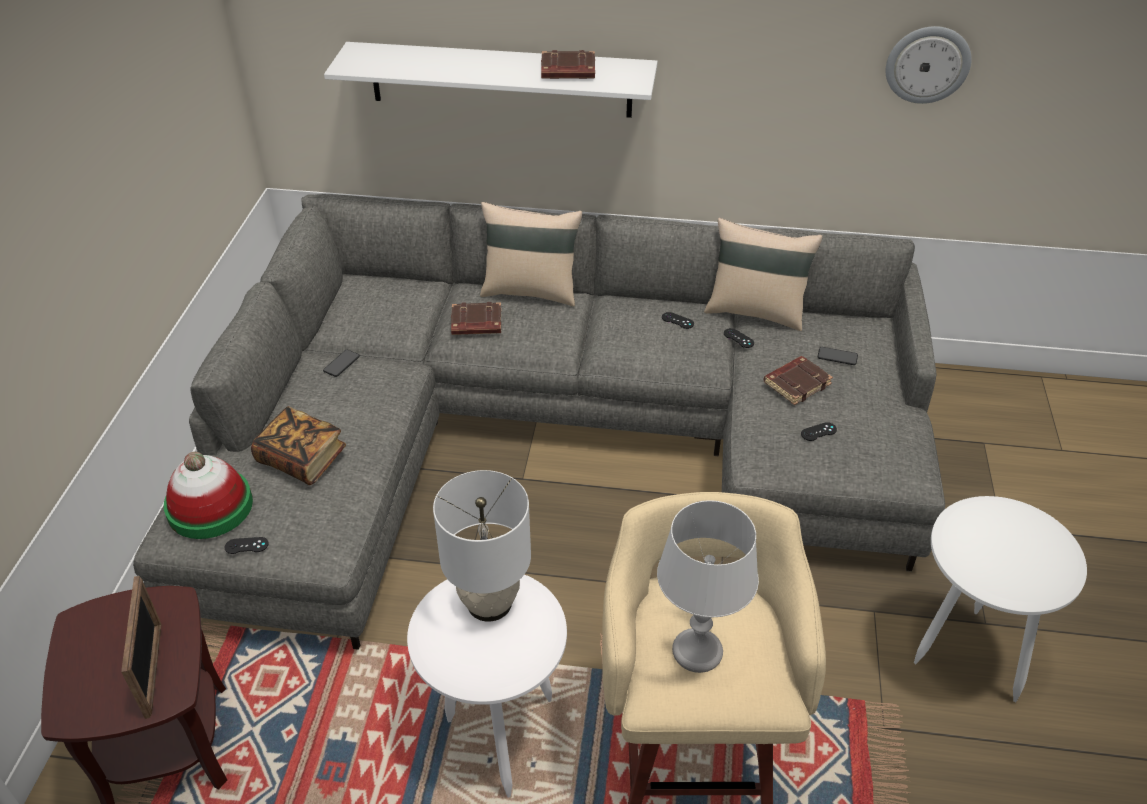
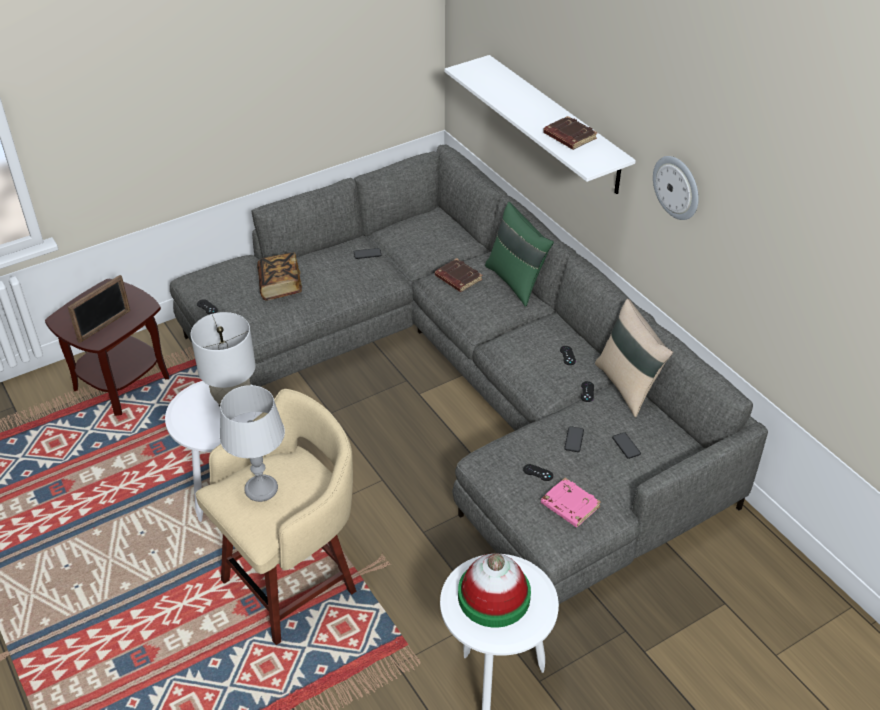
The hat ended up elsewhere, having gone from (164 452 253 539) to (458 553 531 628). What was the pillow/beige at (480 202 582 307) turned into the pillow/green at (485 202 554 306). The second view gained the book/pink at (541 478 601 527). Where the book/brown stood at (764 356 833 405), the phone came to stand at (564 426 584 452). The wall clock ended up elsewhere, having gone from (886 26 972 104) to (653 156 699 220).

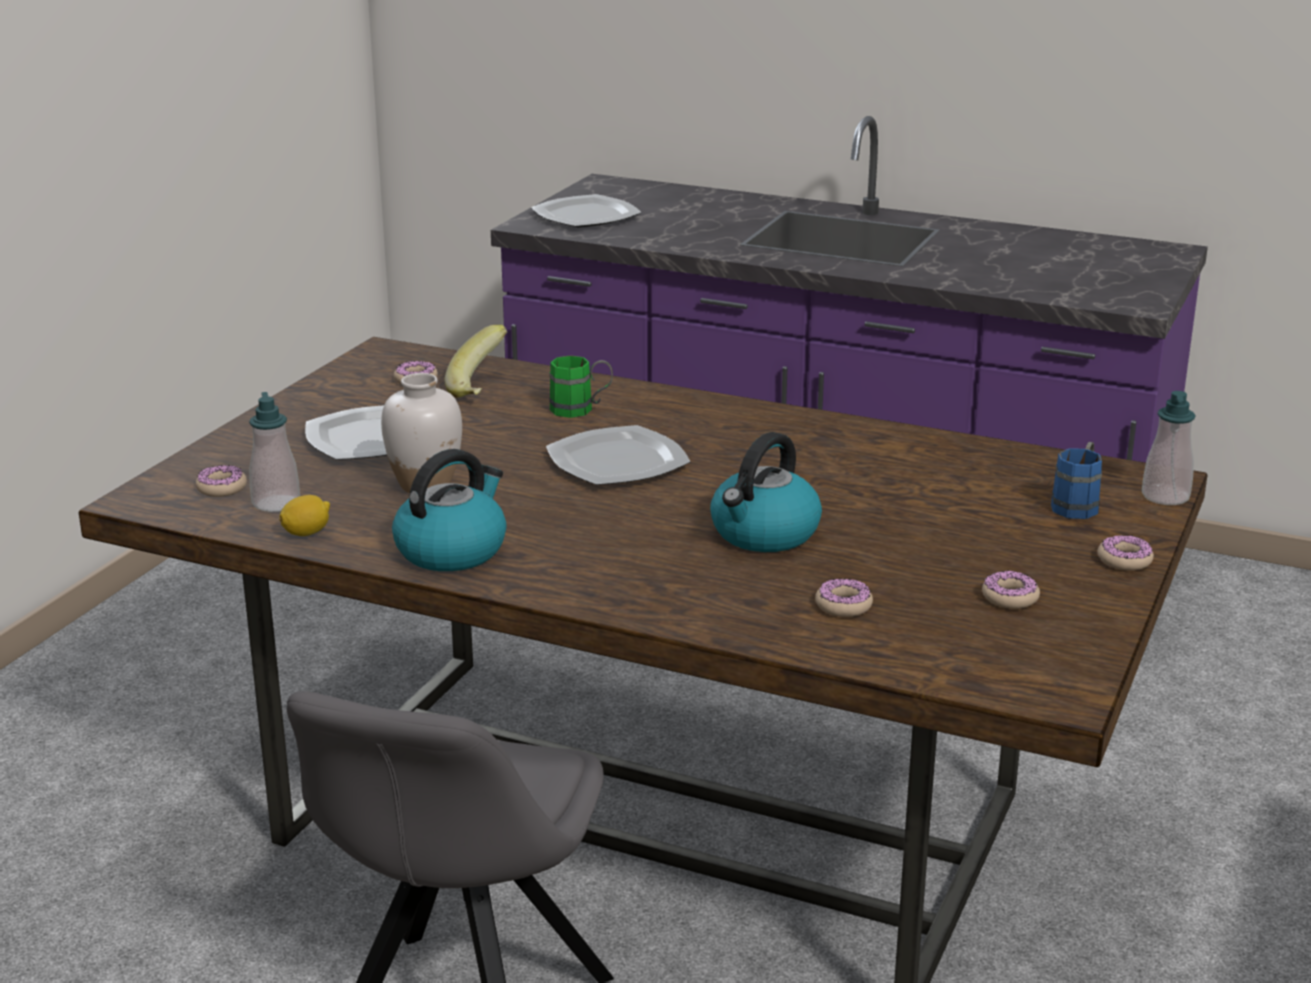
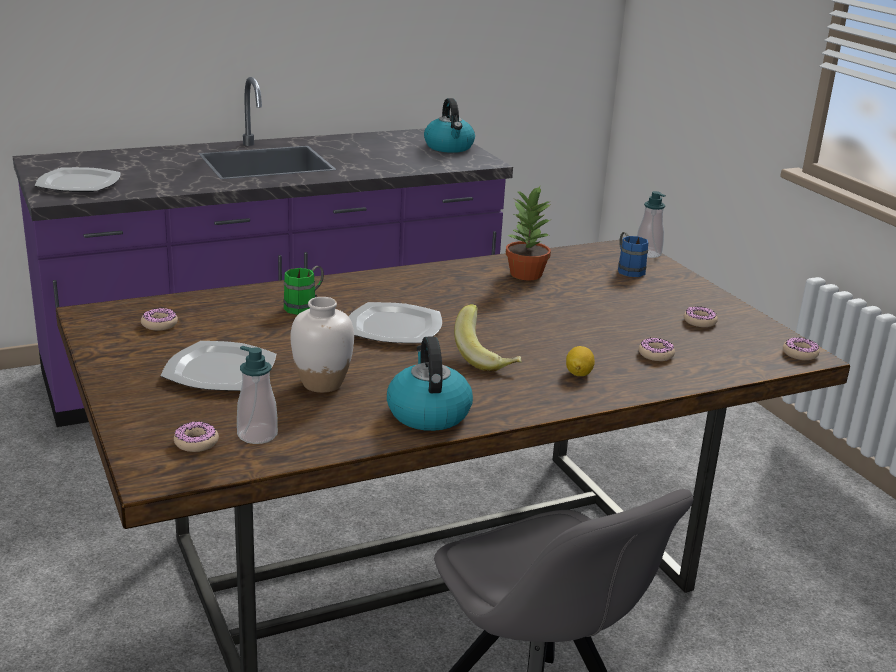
The kettle ended up elsewhere, having gone from (710 432 822 552) to (424 98 475 153). The banana ended up elsewhere, having gone from (444 325 507 398) to (454 304 522 371). The second view gained the potted plant at (506 186 551 280). The lemon ended up elsewhere, having gone from (279 495 330 536) to (566 346 595 376). The donut ended up elsewhere, having gone from (1097 535 1154 571) to (783 337 819 360).

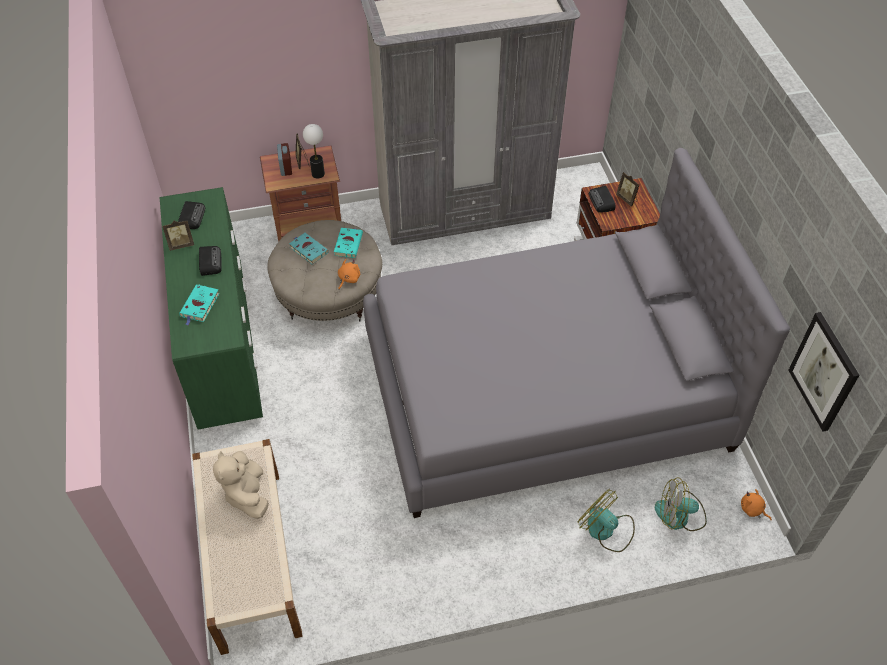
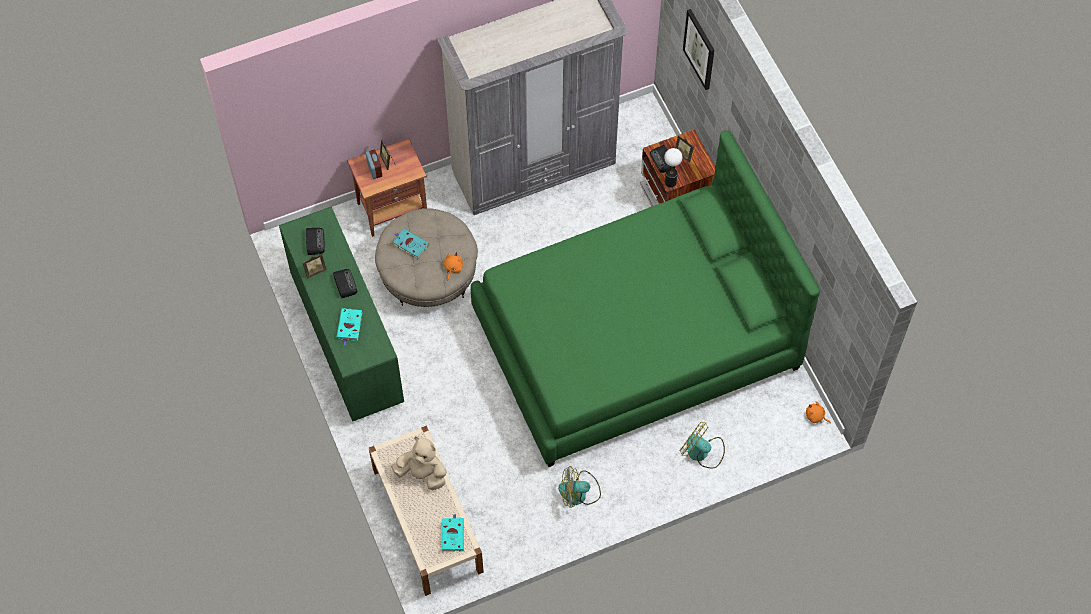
The plush toy/beige at (213 451 269 519) ended up facing another way, 135 degrees clockwise from before. The book/turquoise ended up elsewhere, having gone from (334 228 363 258) to (441 514 464 552). What was the bed/grey at (363 148 790 518) turned into the bed/green at (471 131 820 467). The fan ended up elsewhere, having gone from (655 477 707 531) to (559 466 601 508). The table lamp ended up elsewhere, having gone from (303 124 325 178) to (664 148 682 187). The picture ended up elsewhere, having gone from (788 312 859 432) to (683 9 714 90).

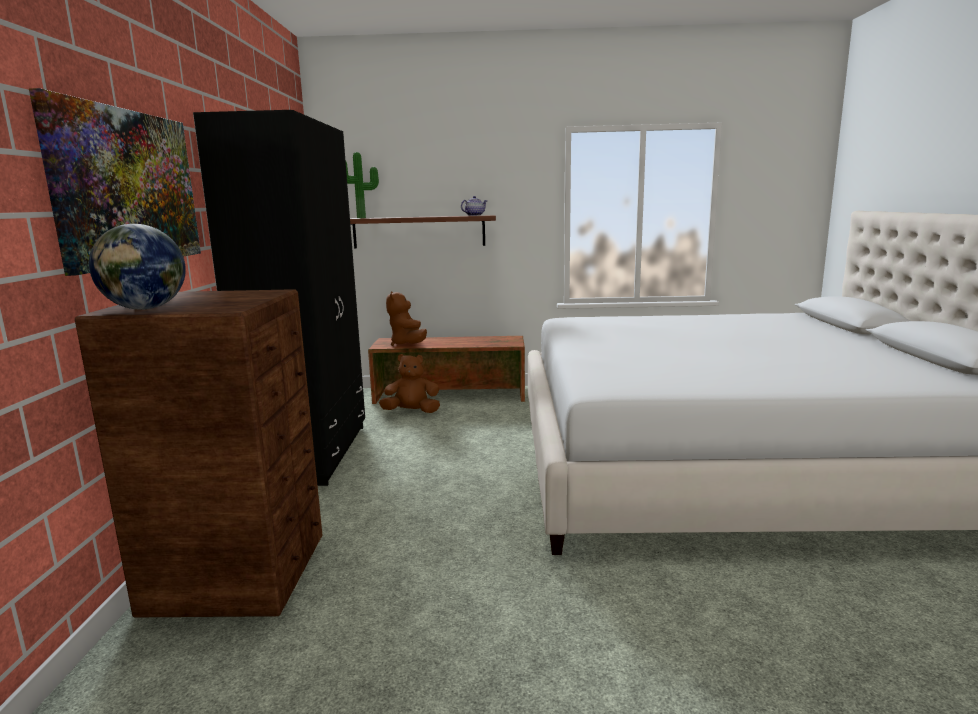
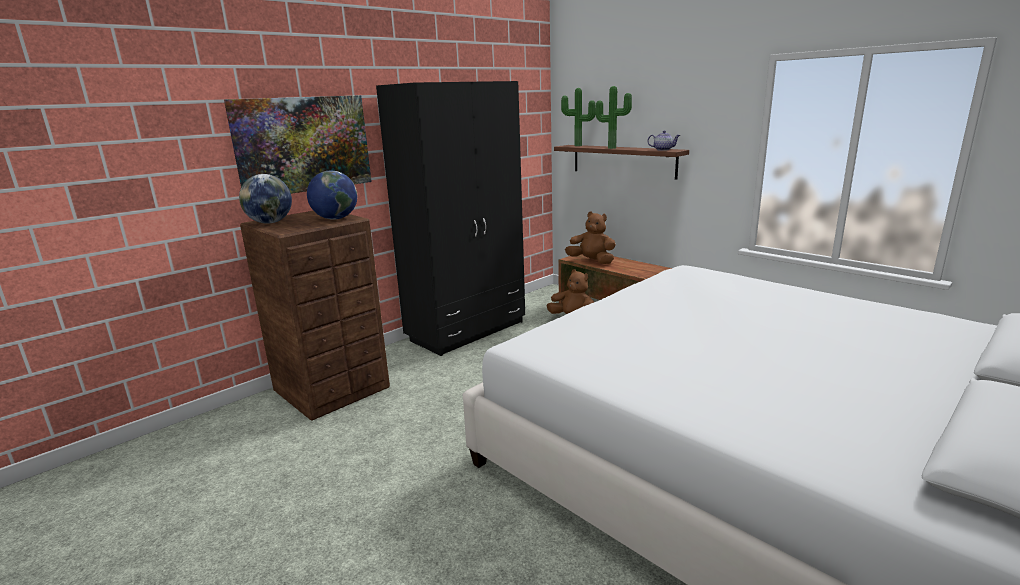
The second view gained the globe at (307 171 357 220). The plush toy/brown at (386 291 427 346) ended up facing another way, 90 degrees clockwise from before. The second view gained the potted plant at (596 86 632 149).

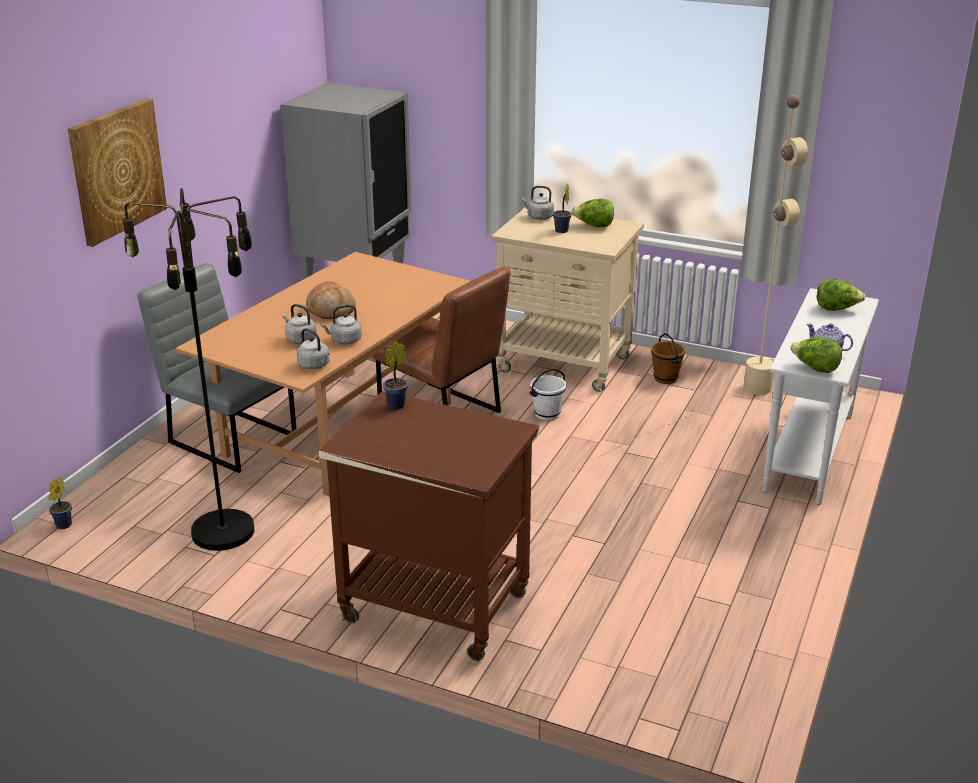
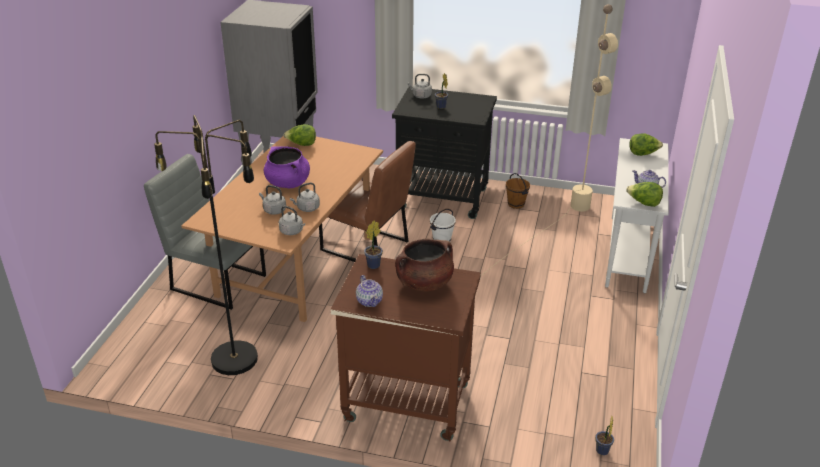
Where the bread stood at (306 281 356 319), the cooking pot/purple came to stand at (264 146 310 188). The lettuce ended up elsewhere, having gone from (571 199 614 227) to (284 124 316 146). The second view gained the teapot at (356 275 383 307). What was the cart/beige at (491 207 644 392) turned into the cart/black at (392 87 497 219). The second view gained the cooking pot/brown at (395 239 454 292). The potted plant ended up elsewhere, having gone from (48 477 72 529) to (595 416 614 455). The second view lost the picture at (68 98 167 247).

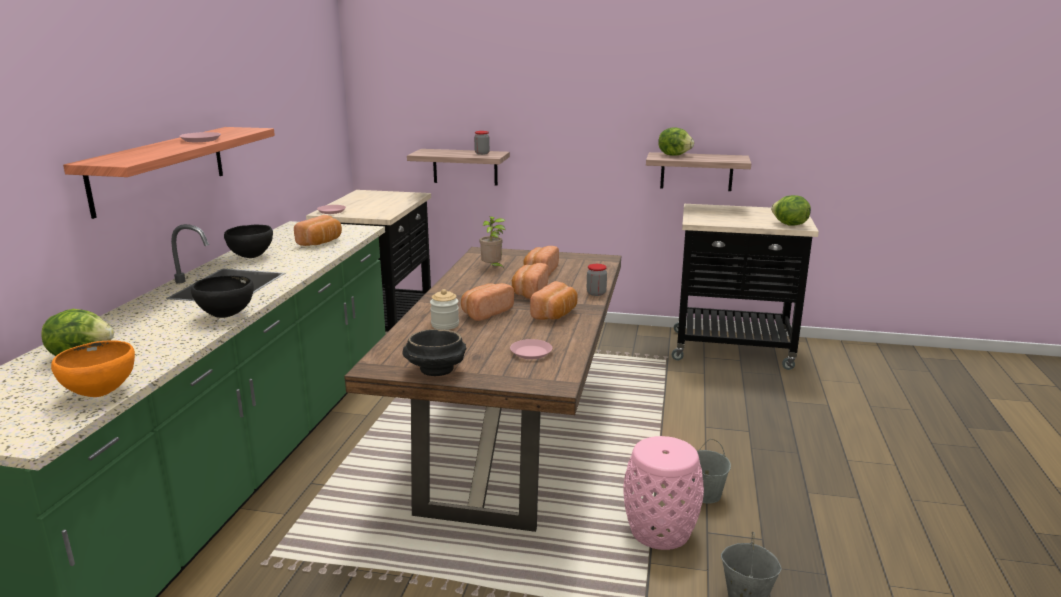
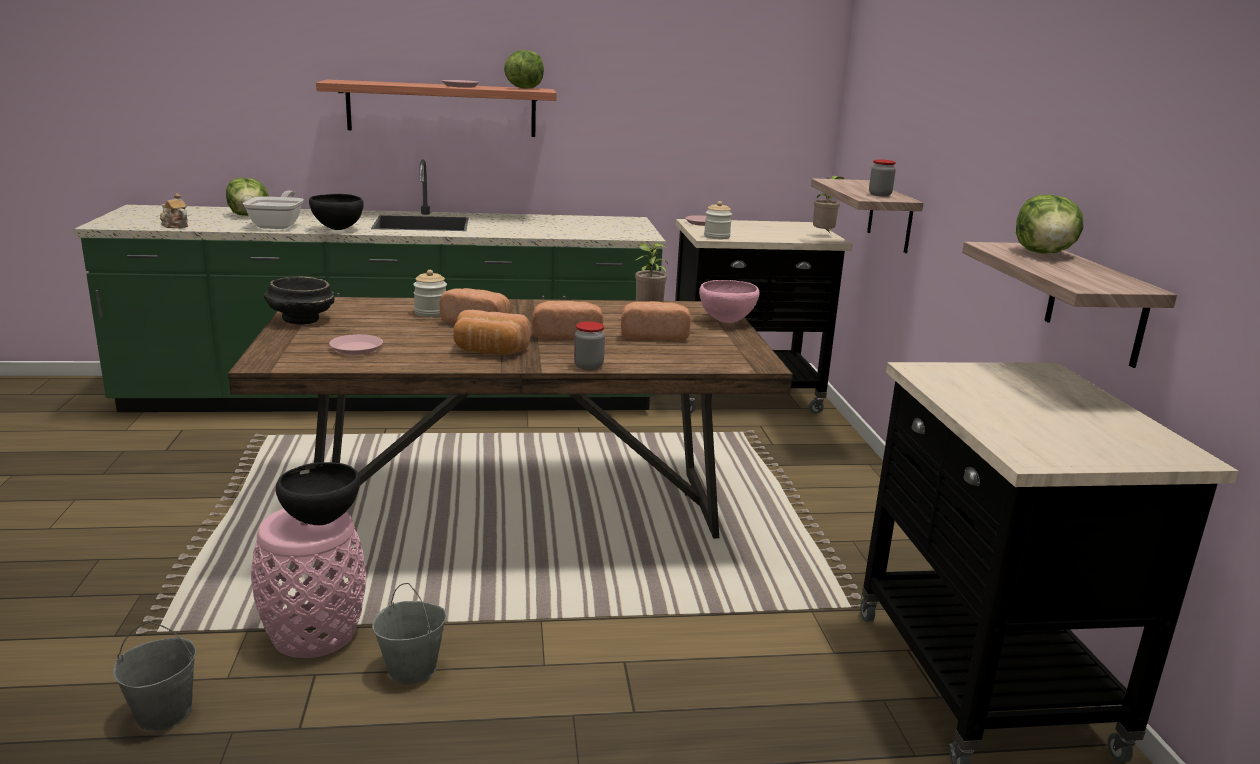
Where the bowl/orange stood at (51 341 135 397), the teapot came to stand at (160 193 188 228). The second view gained the frying pan at (243 191 304 229). The bowl/black ended up elsewhere, having gone from (224 225 273 258) to (276 462 360 525). The lettuce ended up elsewhere, having gone from (771 195 811 226) to (504 50 544 89). The second view gained the bowl/pink at (699 280 760 323). The second view gained the jar at (704 201 732 239). The second view gained the potted plant at (813 176 844 233). The second view lost the bread at (294 215 342 246).

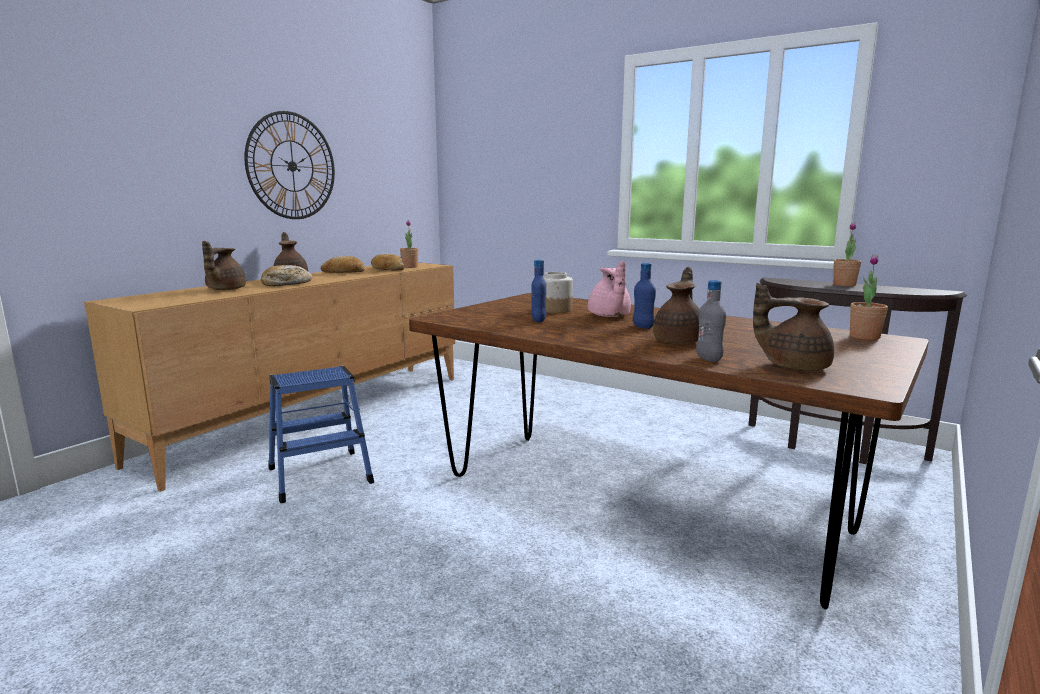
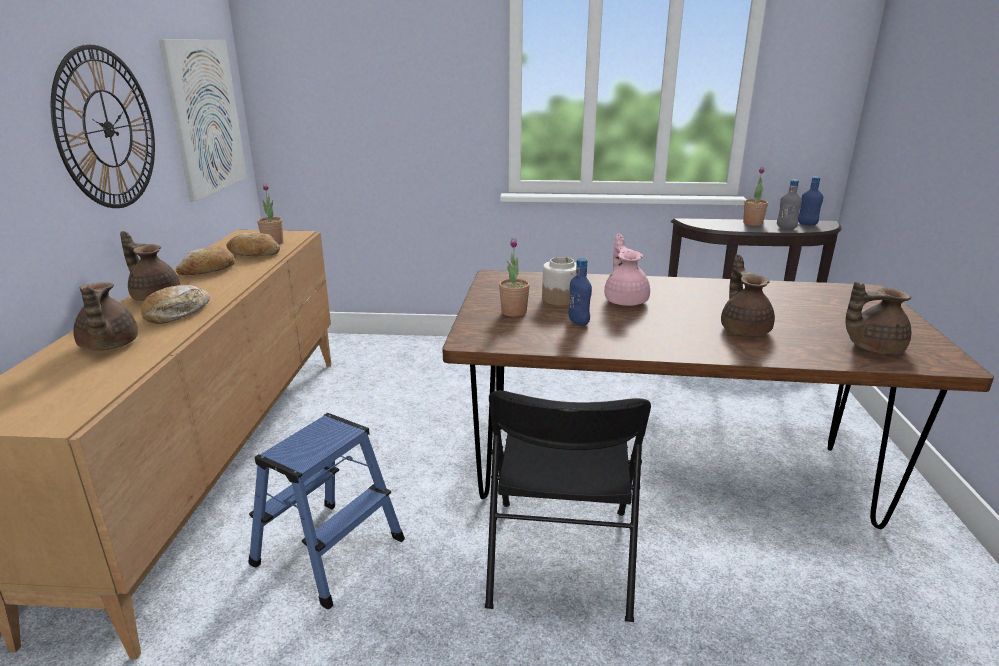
The second view gained the picture at (159 39 247 202). The second view gained the chair/black at (485 391 651 622). The potted plant ended up elsewhere, having gone from (850 255 888 340) to (499 238 530 317). The teapot/pink at (588 261 631 317) ended up facing another way, 150 degrees counterclockwise from before. The bottle/grey ended up elsewhere, having gone from (696 280 726 362) to (777 179 802 230). The bottle/blue ended up elsewhere, having gone from (633 263 656 329) to (798 177 823 226).

